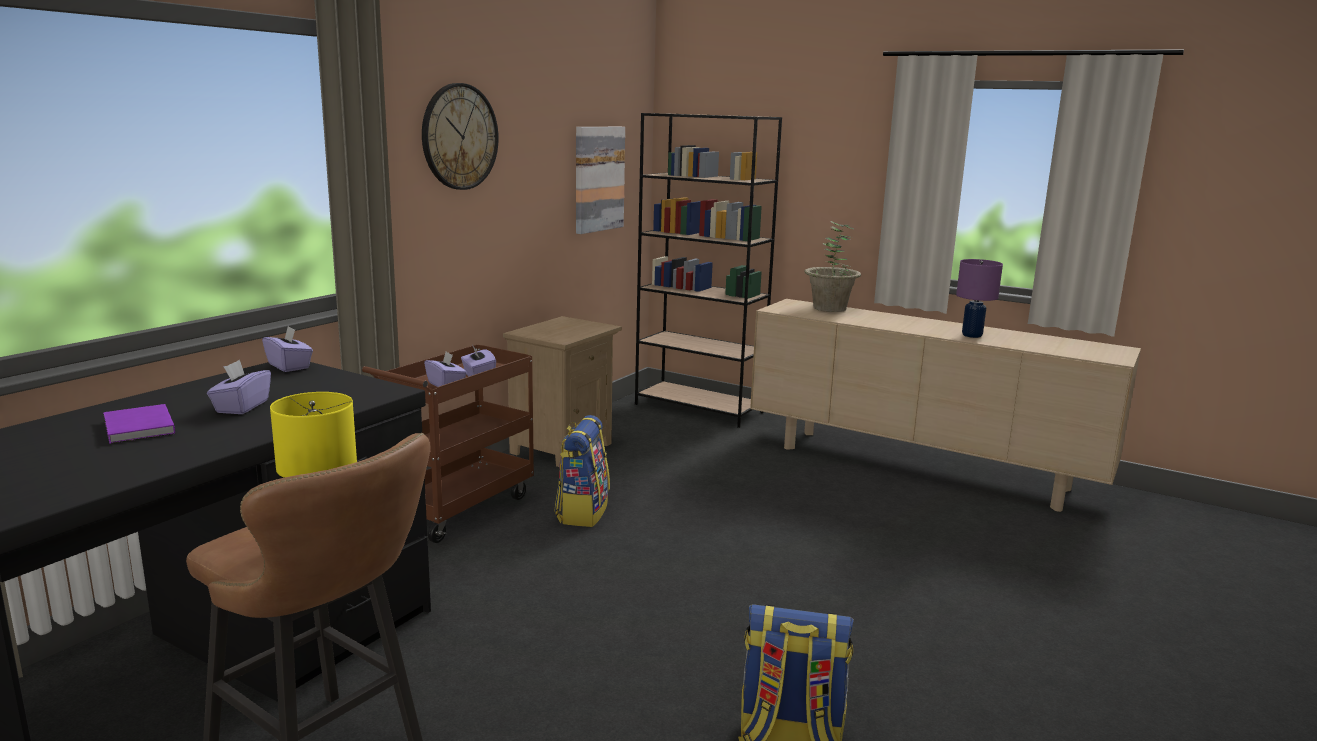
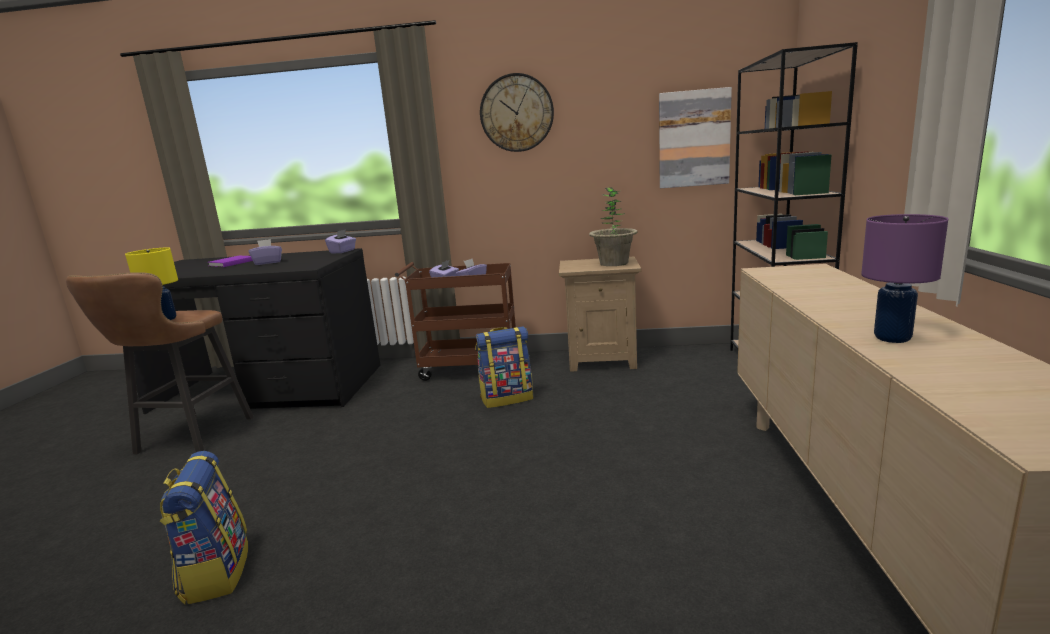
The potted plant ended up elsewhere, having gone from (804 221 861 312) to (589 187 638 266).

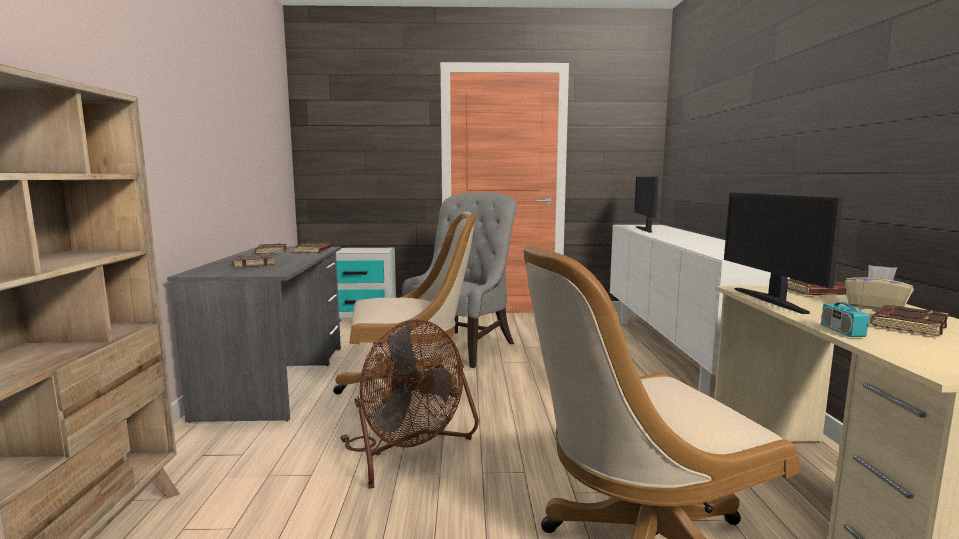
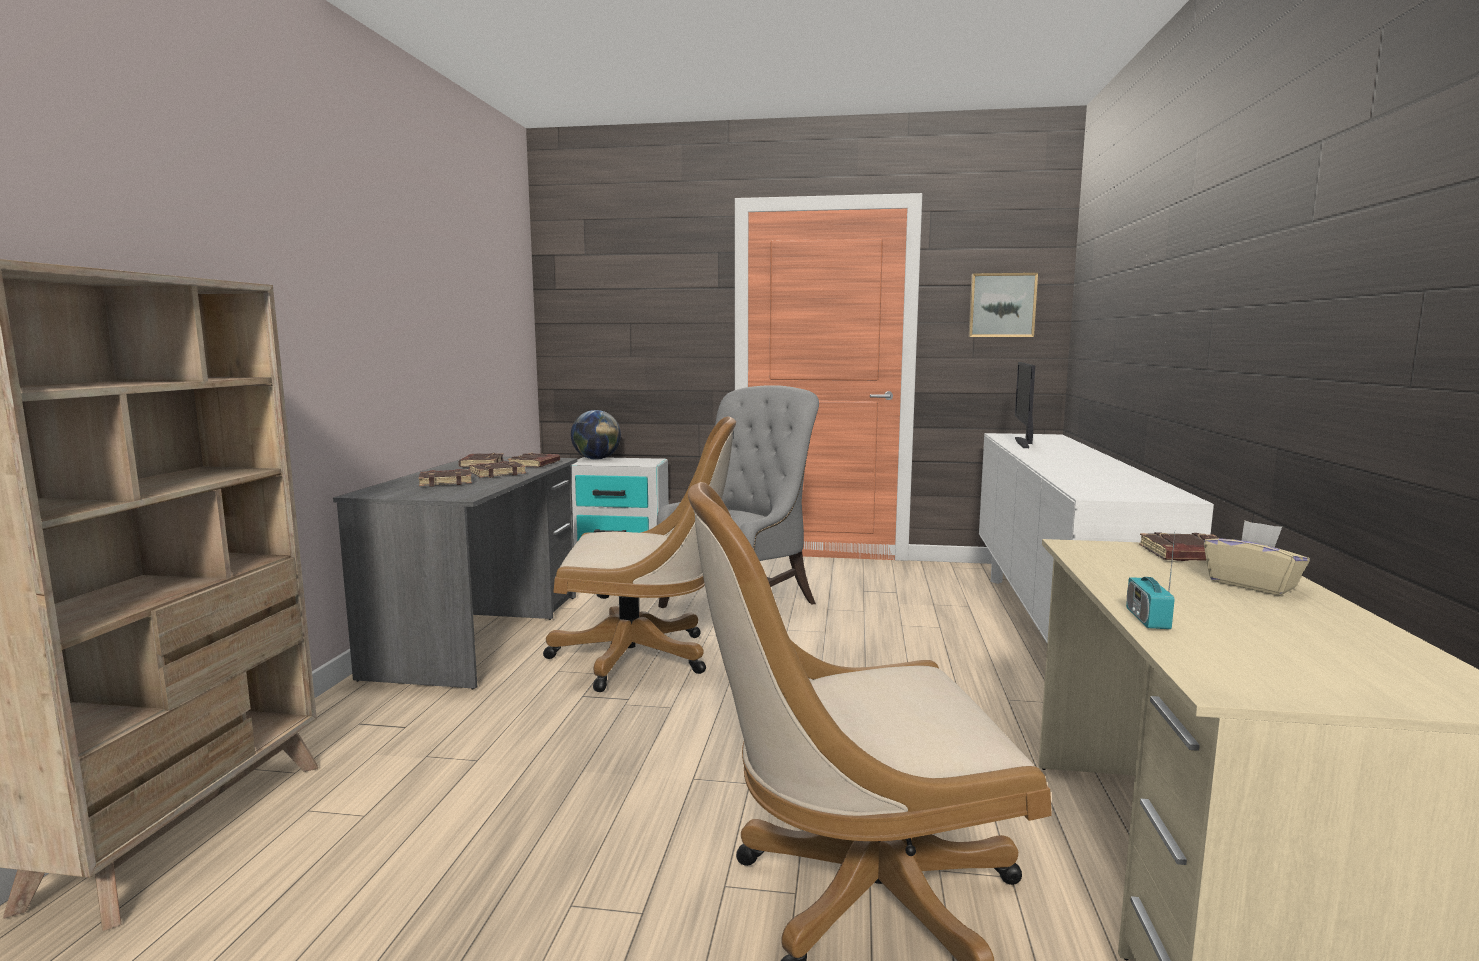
The book/brown ended up elsewhere, having gone from (870 305 948 336) to (469 461 526 478). The second view gained the globe at (571 410 621 460). The second view gained the picture at (969 273 1038 337). The second view lost the fan/brown at (341 320 479 489). The second view lost the monitor at (724 192 844 314).

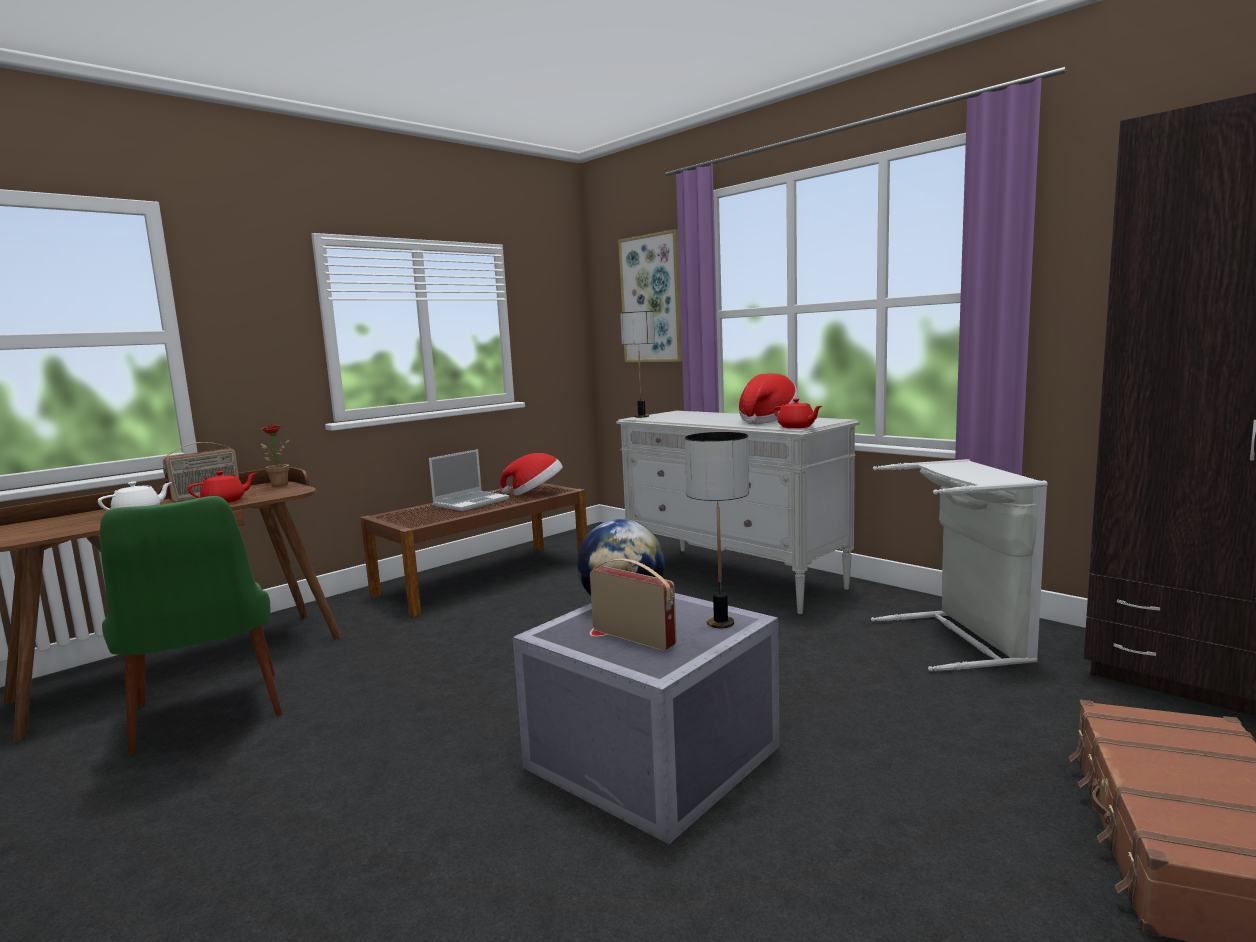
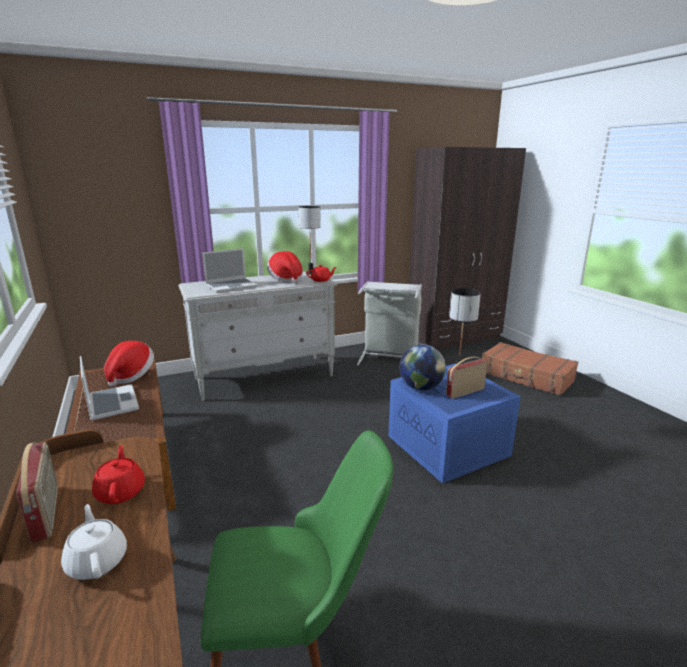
The second view gained the laptop at (203 248 258 293). The table lamp ended up elsewhere, having gone from (620 311 655 418) to (299 206 321 275). What was the storage box/grey at (513 593 780 844) turned into the storage box/blue at (389 363 521 484). The second view lost the potted plant at (260 424 289 487). The second view lost the picture at (618 229 682 362).

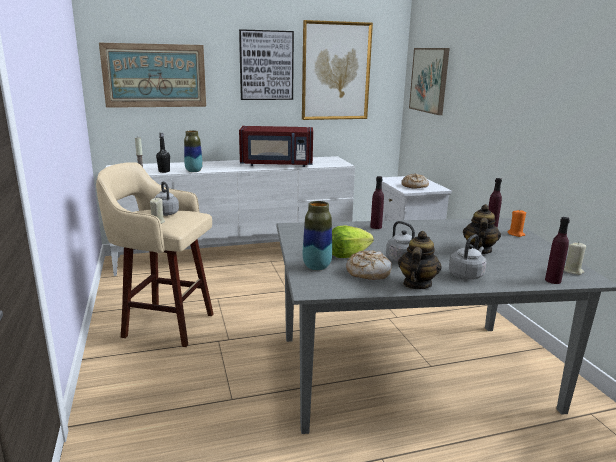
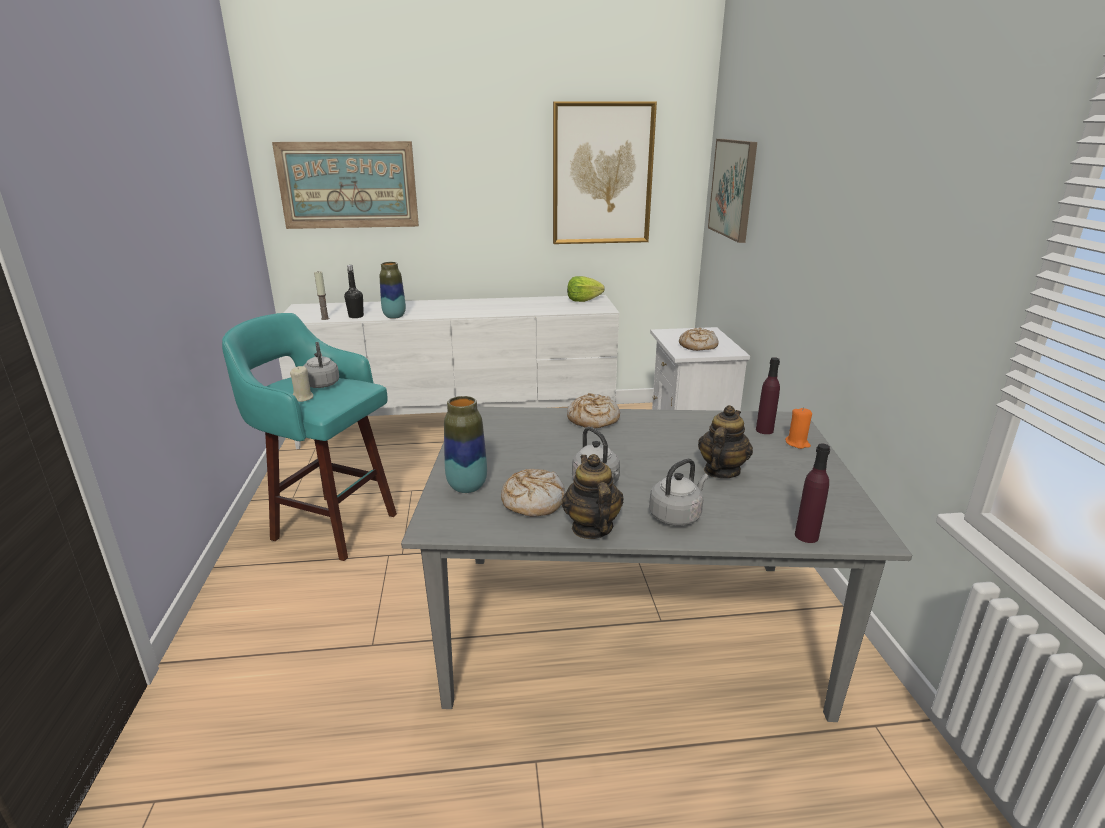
What was the stool/beige at (96 162 213 347) turned into the stool/turquoise at (222 313 397 561). The teapot at (398 231 442 289) ended up facing another way, 45 degrees counterclockwise from before. The lettuce ended up elsewhere, having gone from (332 225 374 258) to (567 276 605 302). Where the bottle/purple stood at (370 176 384 229), the bread came to stand at (567 393 620 428). The second view lost the picture at (239 29 294 100). The second view lost the microwave/red at (239 126 313 167). The second view lost the candle/beige at (564 242 586 275).

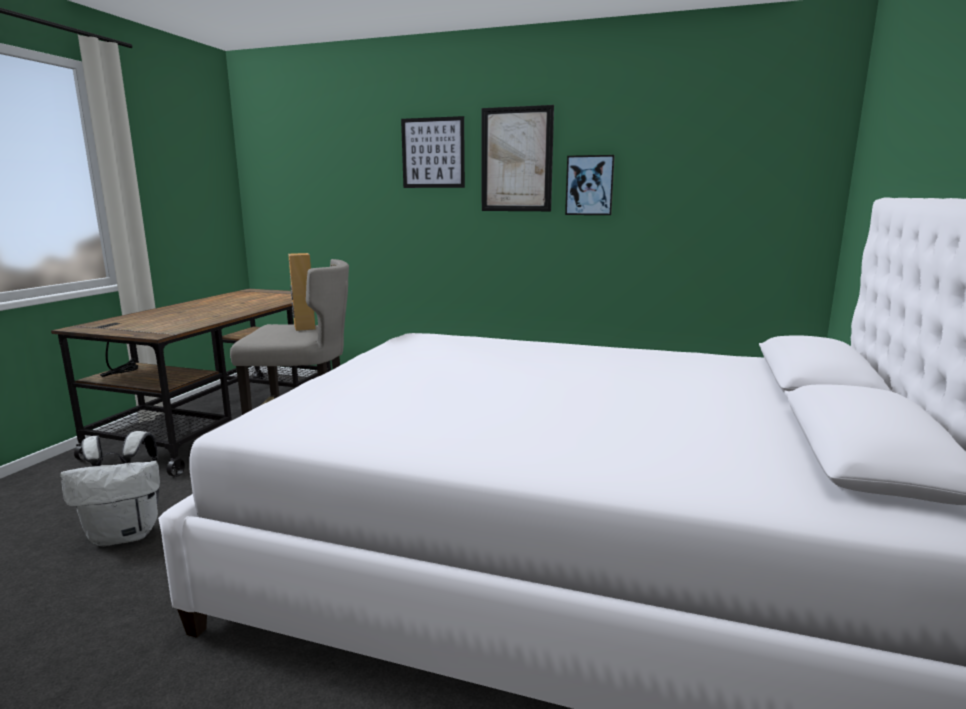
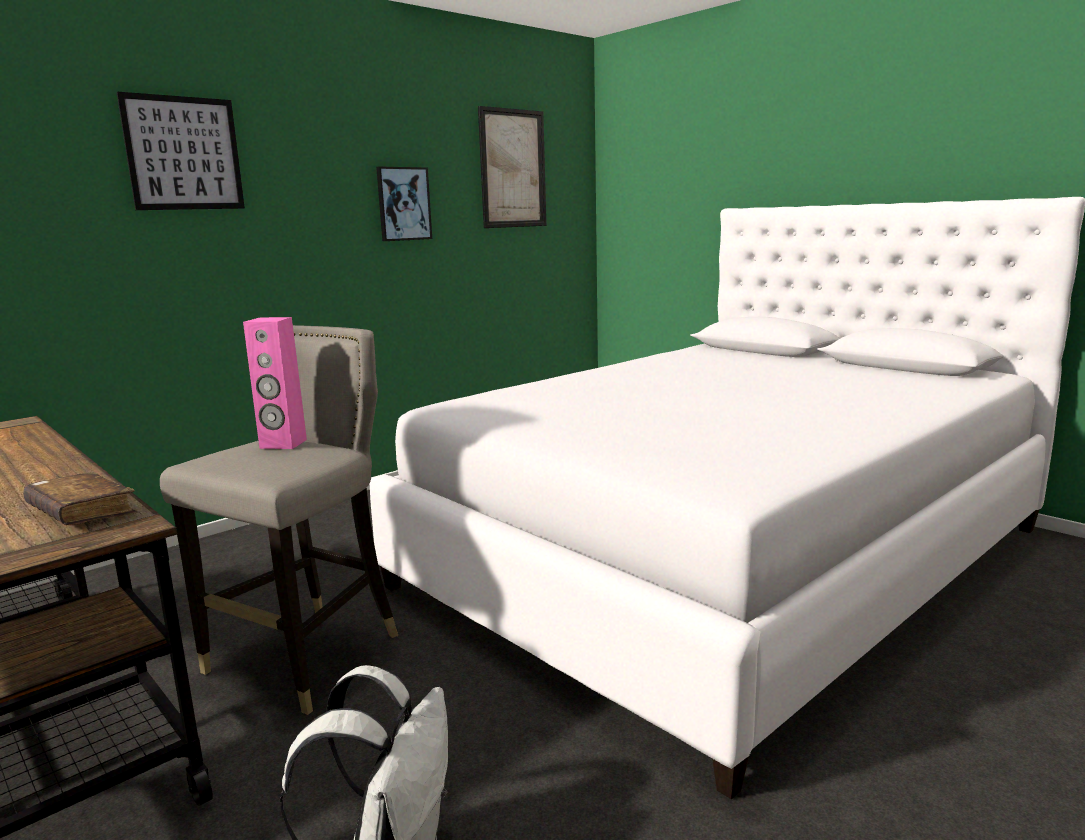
The second view gained the book/brown at (23 472 138 525). What was the speaker/brown at (288 253 315 331) turned into the speaker/pink at (243 317 307 449). The picture ended up elsewhere, having gone from (482 105 554 211) to (478 106 547 228).

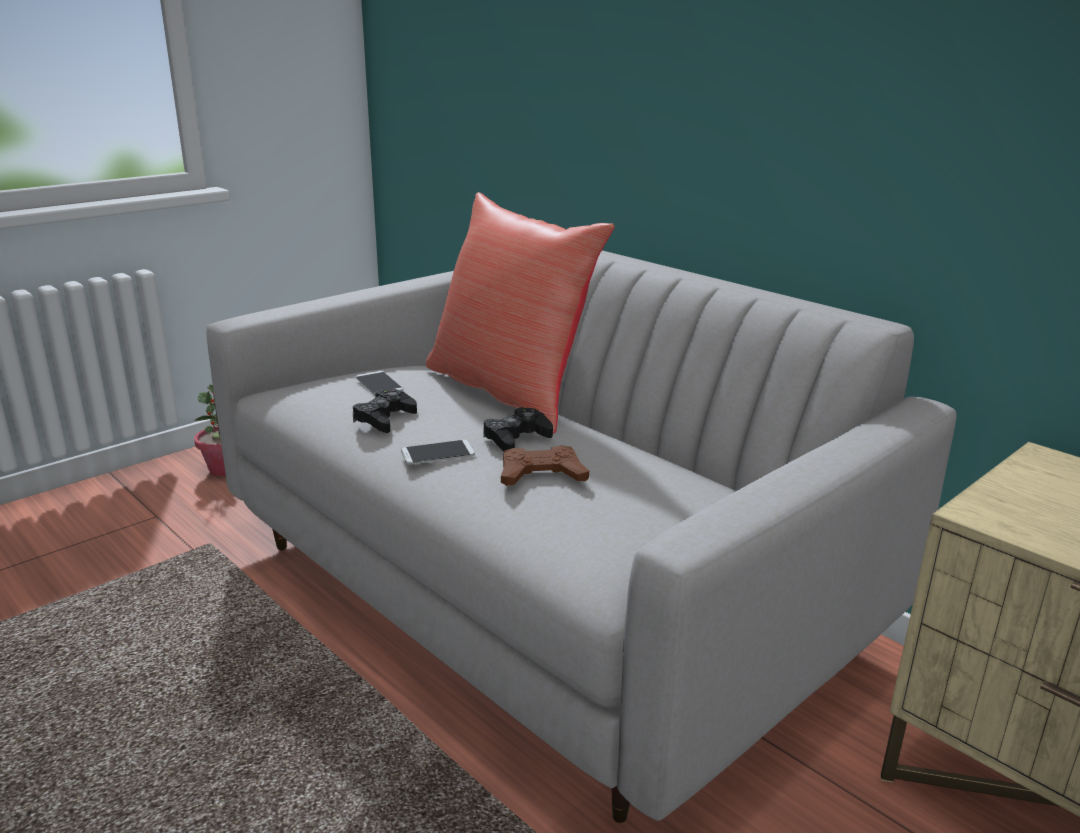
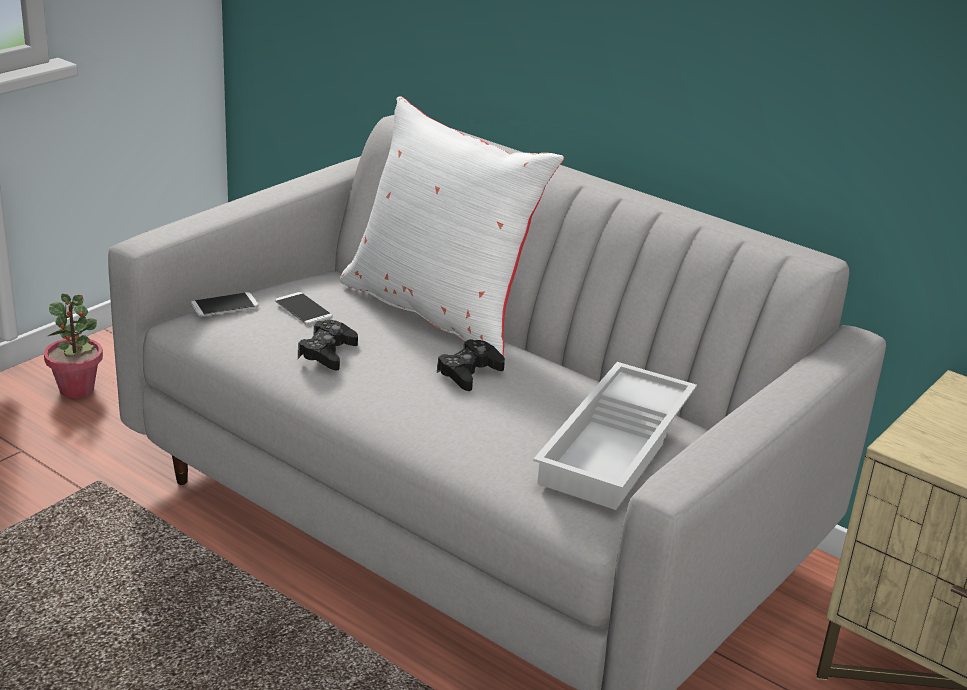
The phone ended up elsewhere, having gone from (401 440 475 465) to (191 292 259 317). What was the pillow/red at (426 192 615 433) turned into the pillow/white at (340 96 564 357). The second view gained the tray/white at (533 362 697 510). The second view lost the game controller/brown at (501 446 590 486).

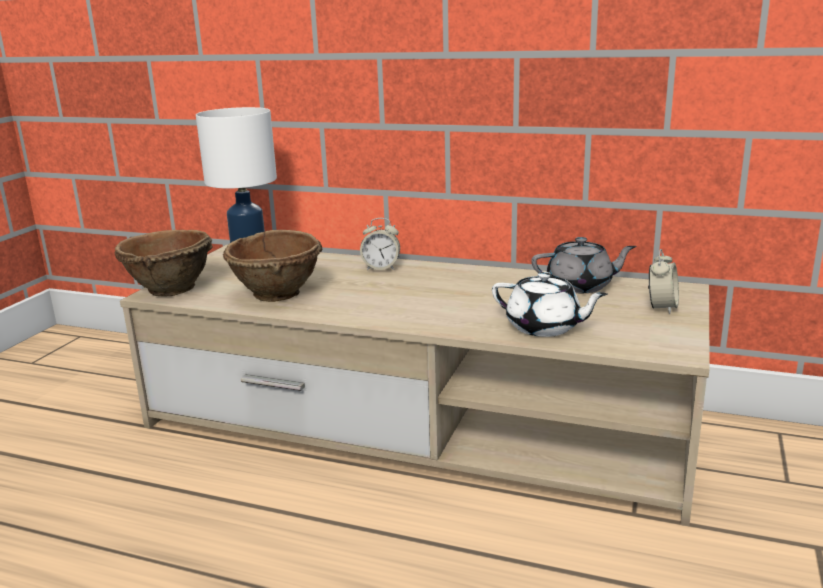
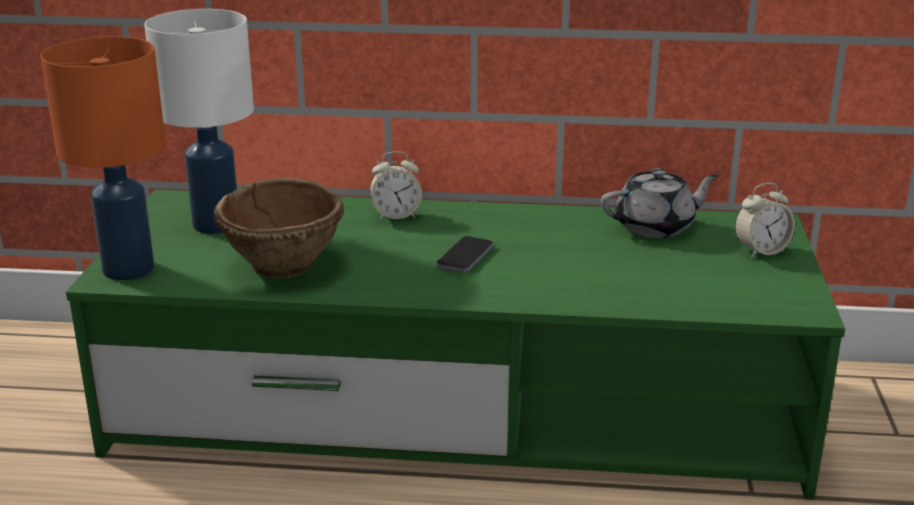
Where the bowl/brown stood at (115 230 213 297), the table lamp/orange came to stand at (41 36 166 280). What was the tv stand/beige at (120 245 710 526) turned into the tv stand/green at (66 189 845 500). The second view gained the phone at (437 236 493 272). The alarm clock at (648 249 679 314) ended up facing another way, 60 degrees clockwise from before. The second view lost the teapot/white at (492 272 608 337).

